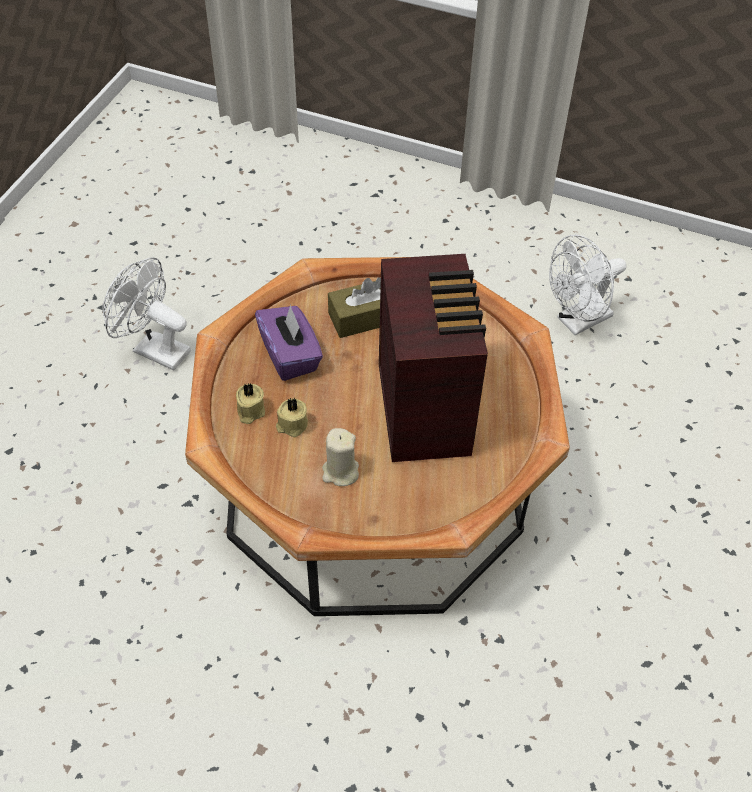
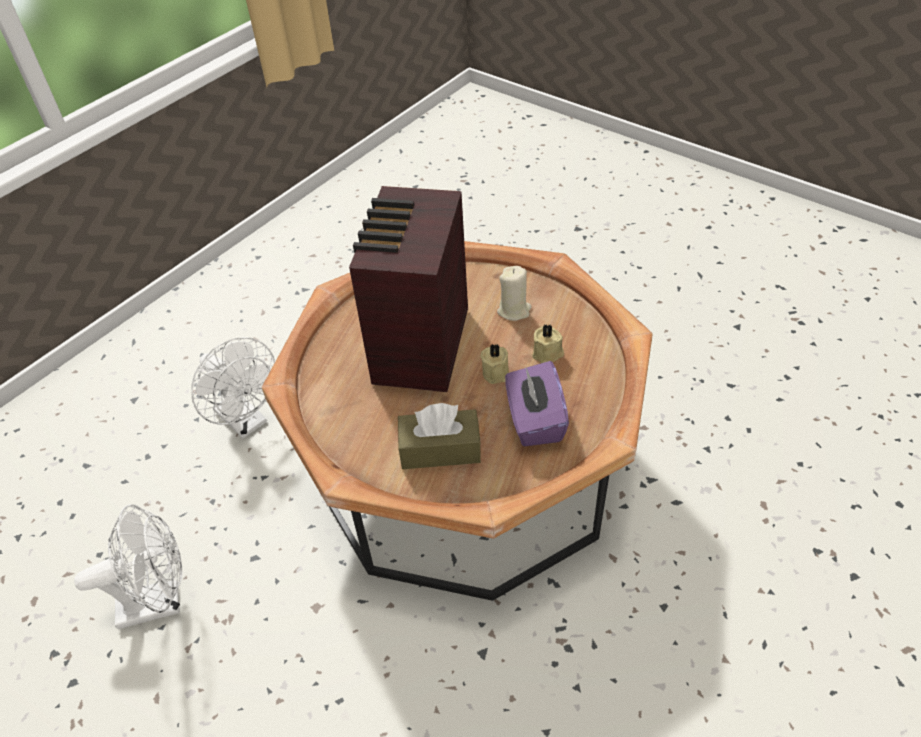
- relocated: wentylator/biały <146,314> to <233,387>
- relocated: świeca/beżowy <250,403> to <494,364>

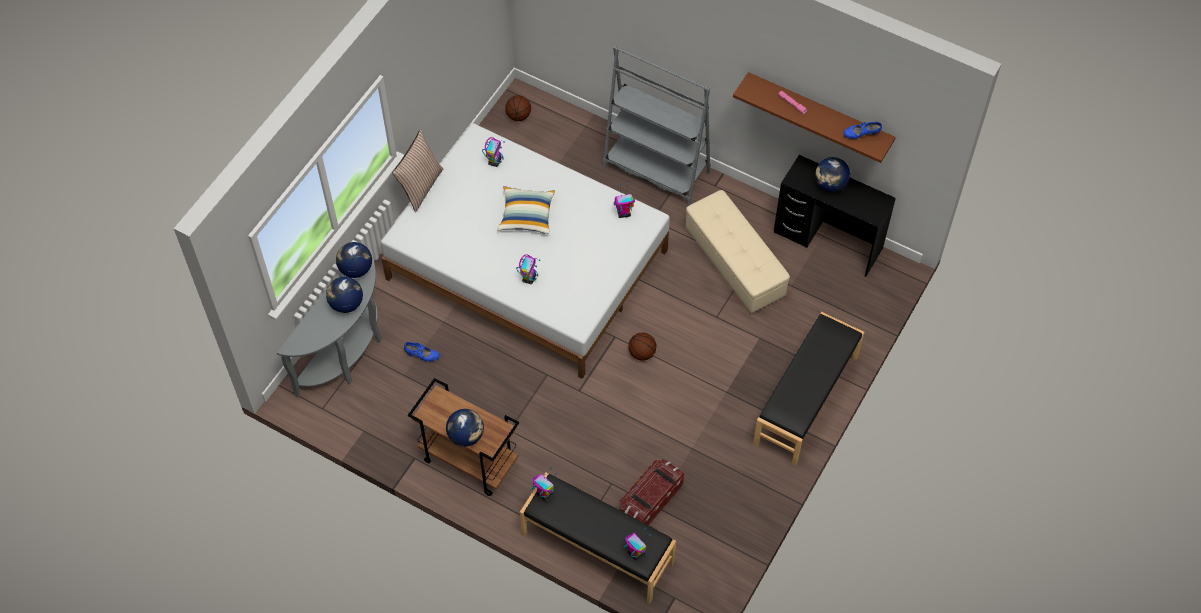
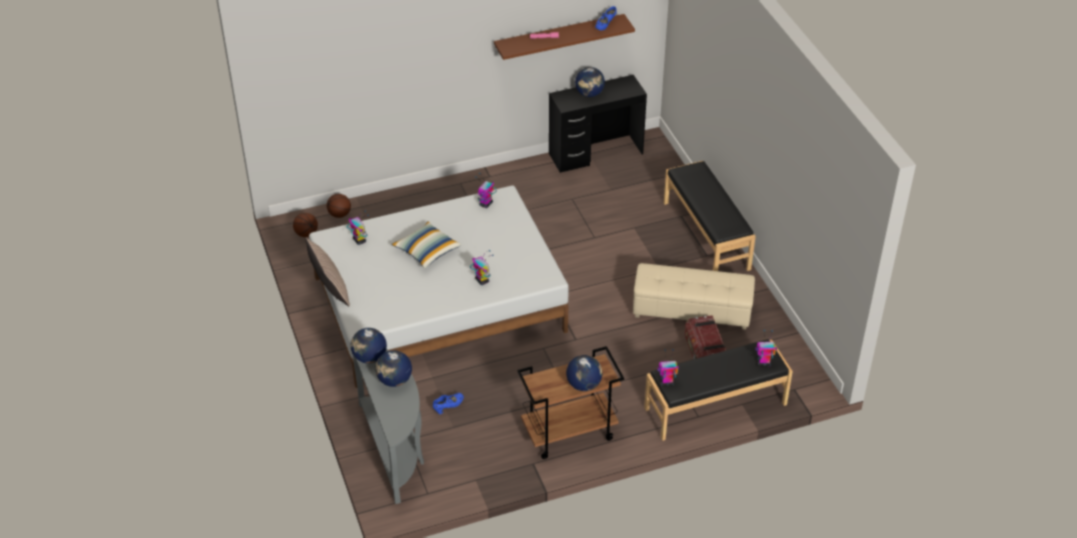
- missing: regał/szary <657,126>
- relocated: pufa/beżowy <738,252> to <694,296>
- relocated: piłka do koszykówki <642,346> to <339,206>

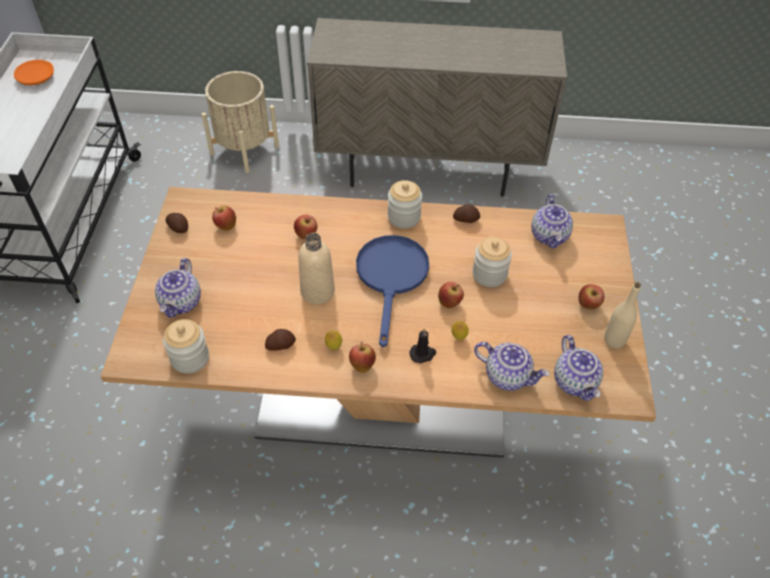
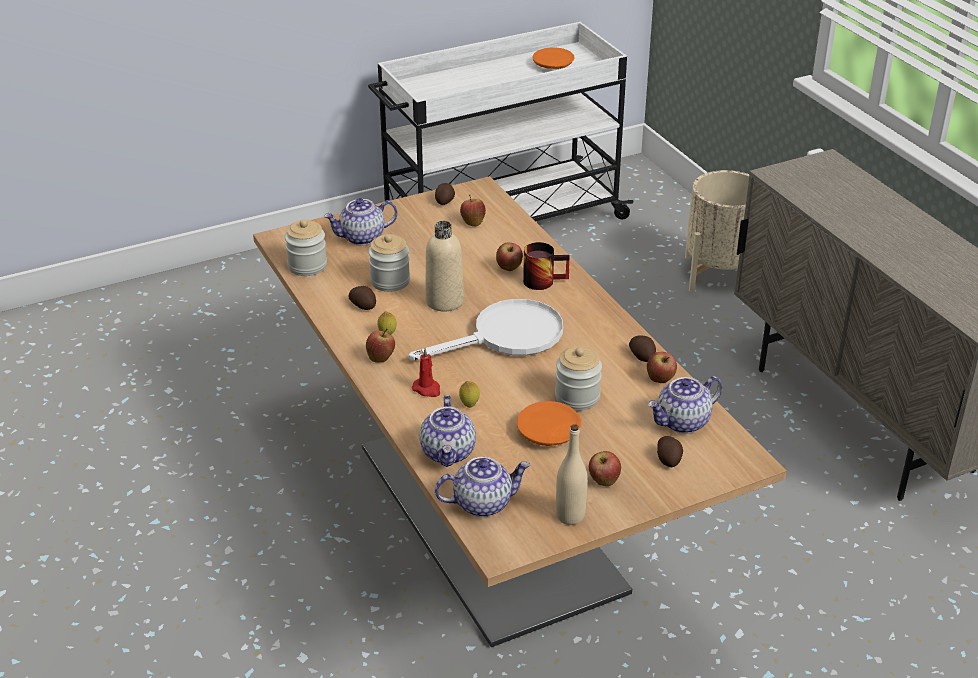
- relocated: słoik <405,204> to <389,263>
- colour: patelnia/niebieski <392,291> to patelnia/biały <486,329>
- relocated: jabłko <451,295> to <662,367>
- colour: świeca/czarny <422,346> to świeca/czerwony <426,372>
- spun: imbryk <578,368> = <483,487> 150 degrees counterclockwise
- appeared: kubek <546,266>
- appeared: talerz/pomarańczowy <549,423>
- appeared: ziemniak <670,451>

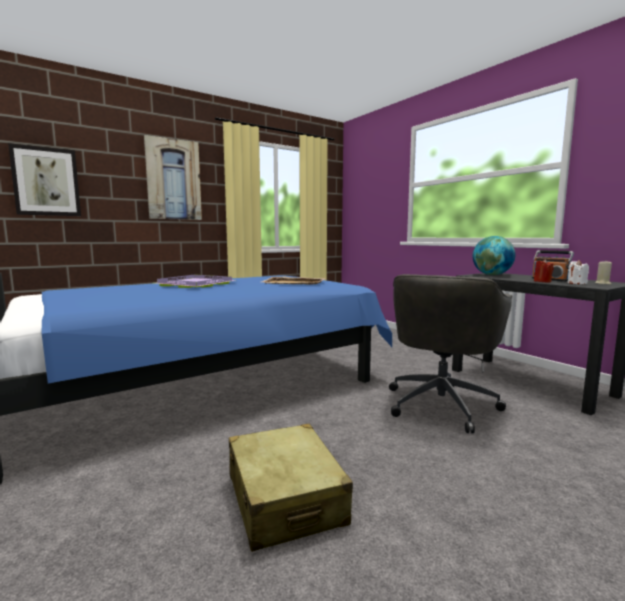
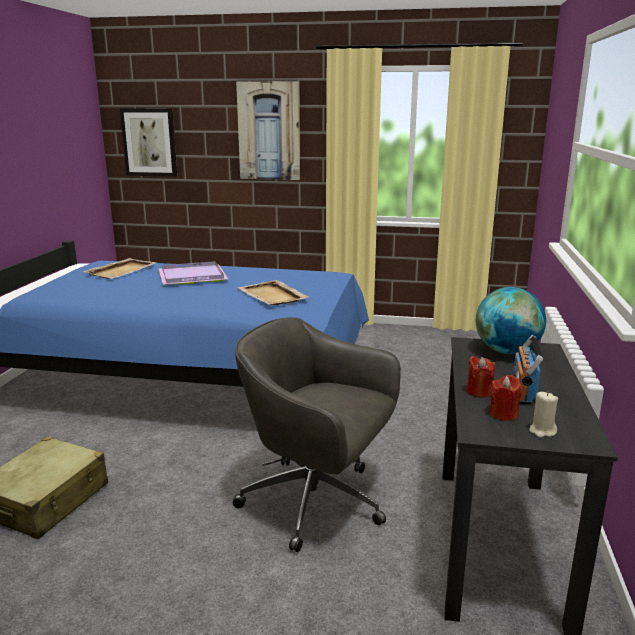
- colour: świeca/biały <578,272> to świeca/czerwony <506,398>
- spun: krzesło biurowe/szary <450,354> = <316,434> 45 degrees clockwise
- appeared: taca/beżowy <119,268>

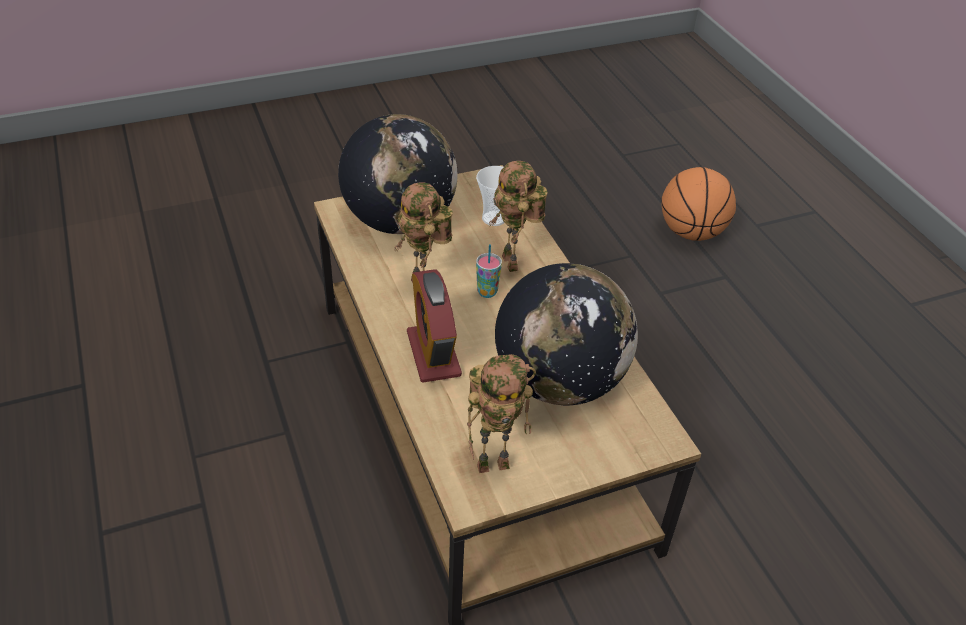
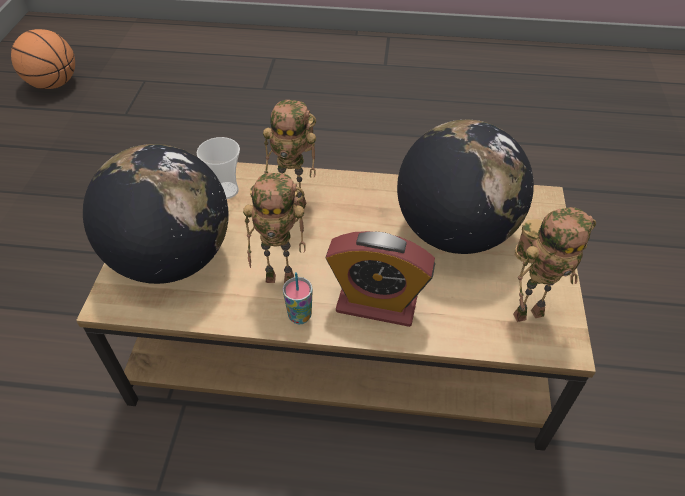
- relocated: piłka do koszykówki <698,204> to <43,59>
- relocated: filiżanka <489,271> to <298,298>
- spun: robot zabawkowy <501,413> = <554,264> 60 degrees clockwise

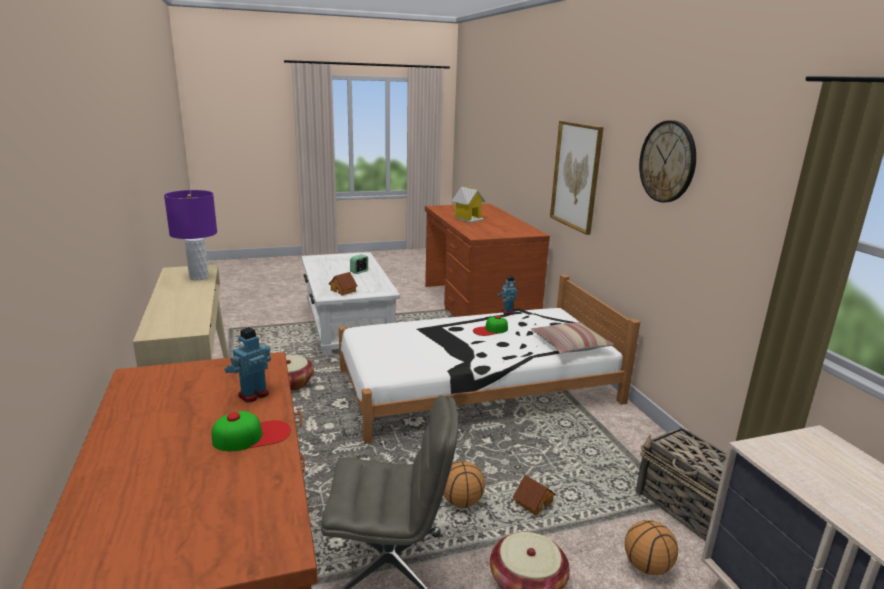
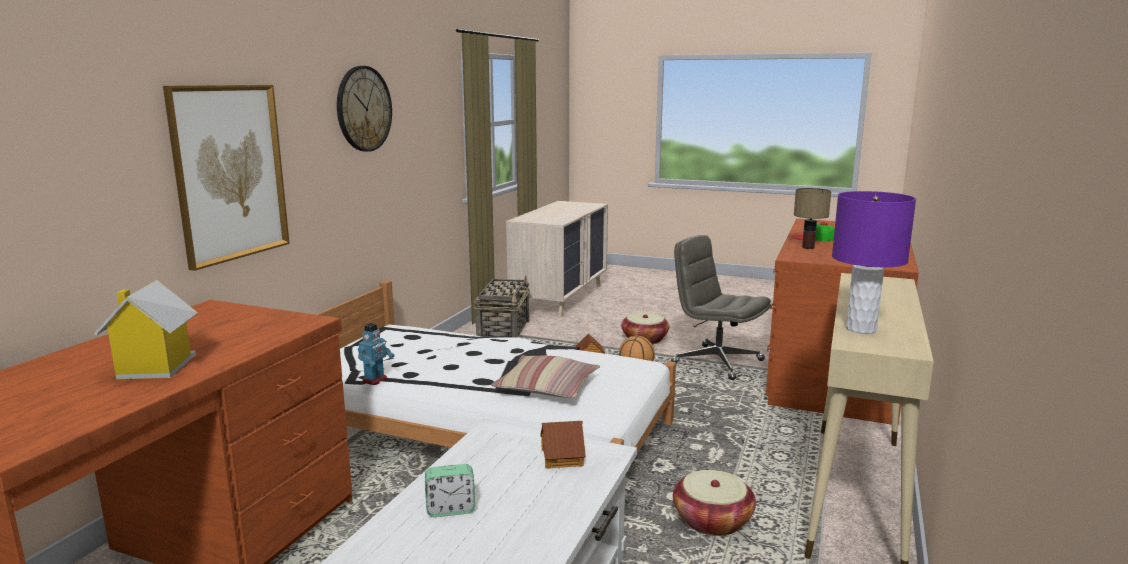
- missing: czapka z daszkiem <490,325>
- relocated: poduszka <572,337> to <545,376>
- exchanged: robot zabawkowy <248,365> to lampa stołowa <812,218>
- missing: piłka do koszykówki <651,547>

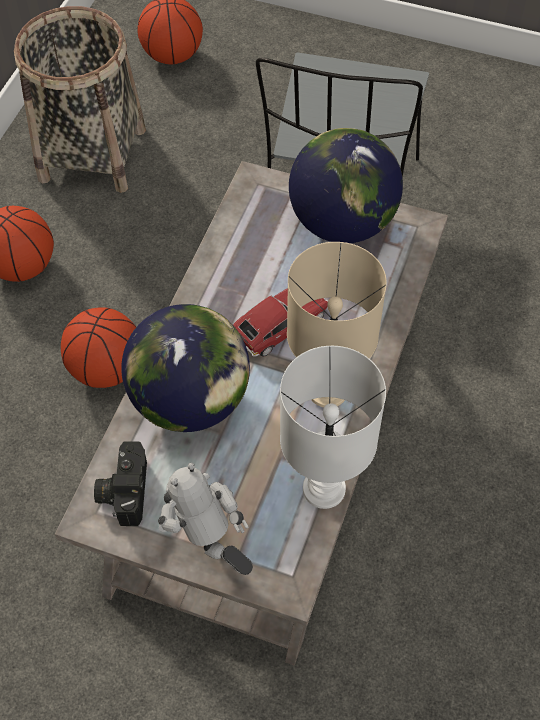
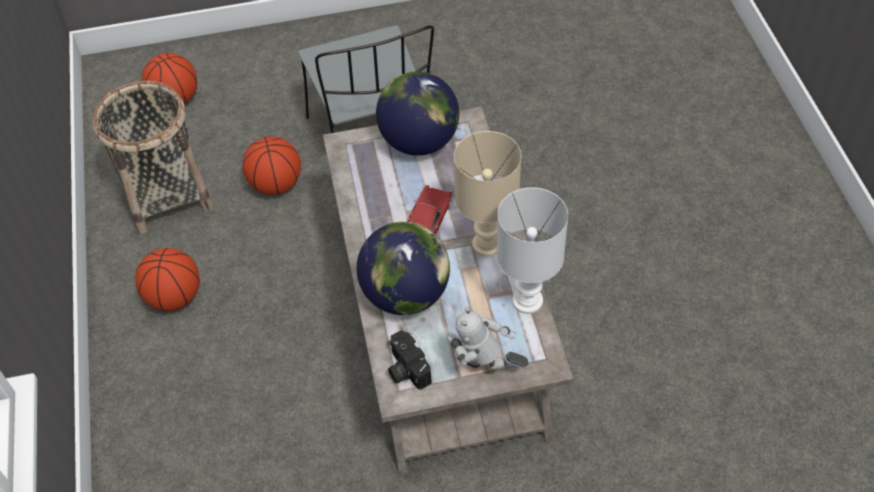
- relocated: piłka do koszykówki <98,347> to <271,166>

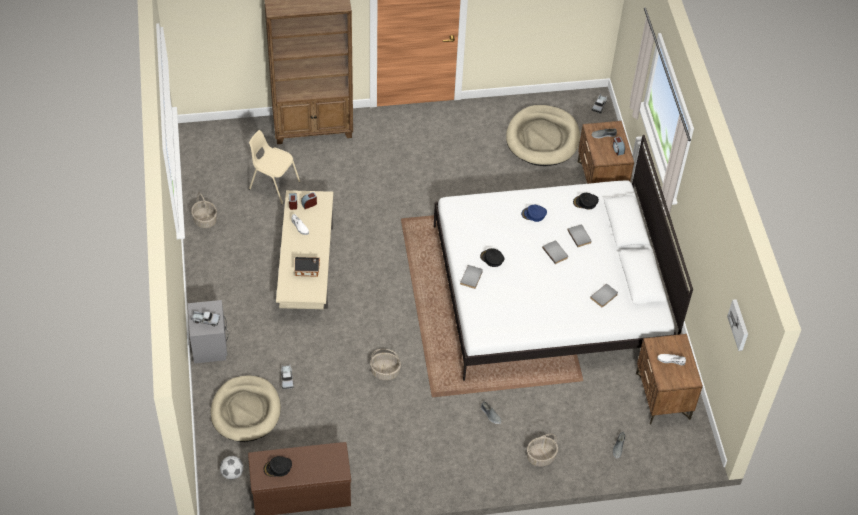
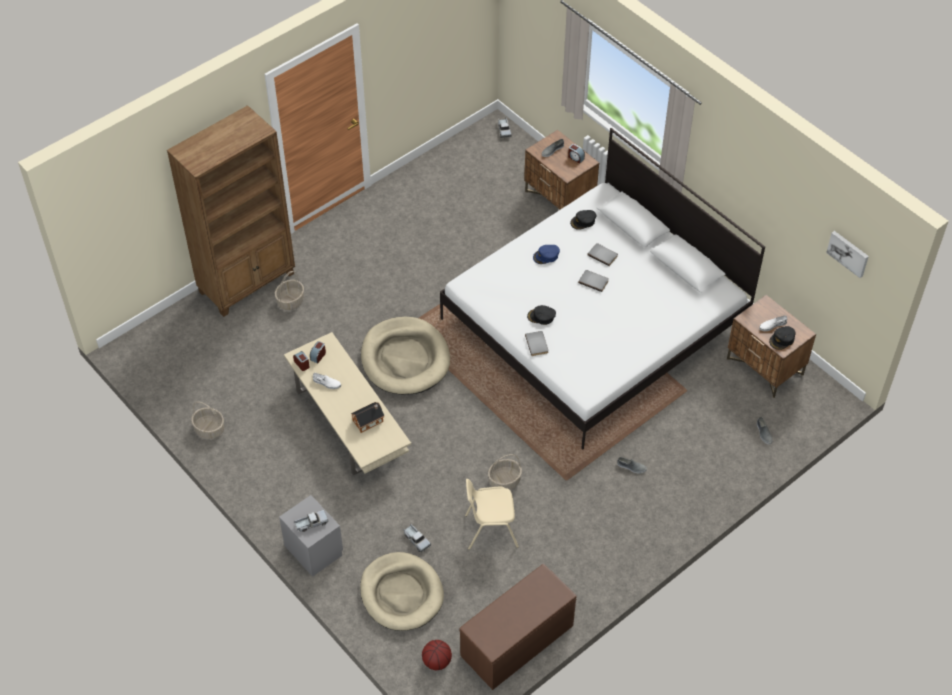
- relocated: legowisko/beżowy <543,135> to <405,356>
- relocated: krzesło/beżowy <274,167> to <492,514>
- missing: książka/szary <604,295>
- relocated: koszyk <542,450> to <289,290>
- exchanged: piłka futbolowa <232,468> to piłka do koszykówki <437,655>
- relocated: czapka z daszkiem/czarny <278,466> to <782,338>

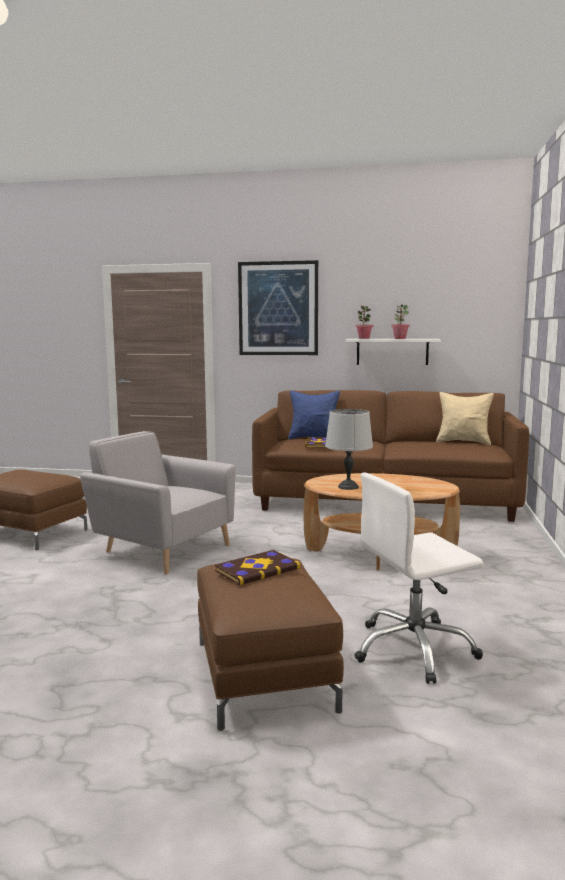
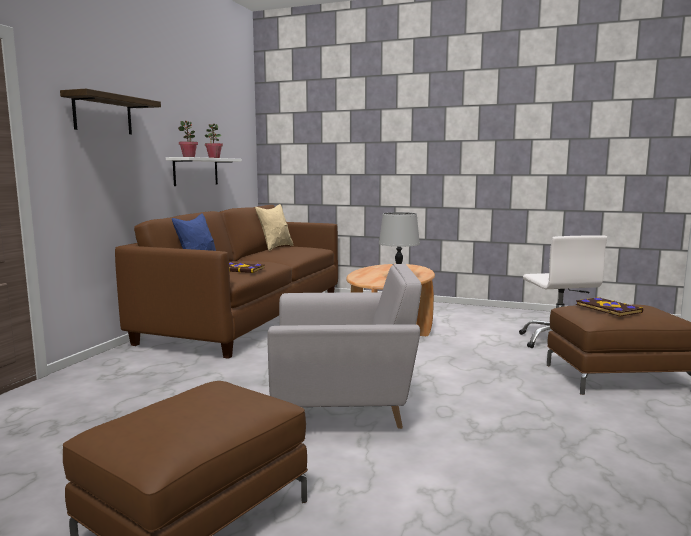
- exchanged: obraz <278,307> to półka <110,111>
- spun: fotel/szary <157,503> = <344,346> 135 degrees counterclockwise

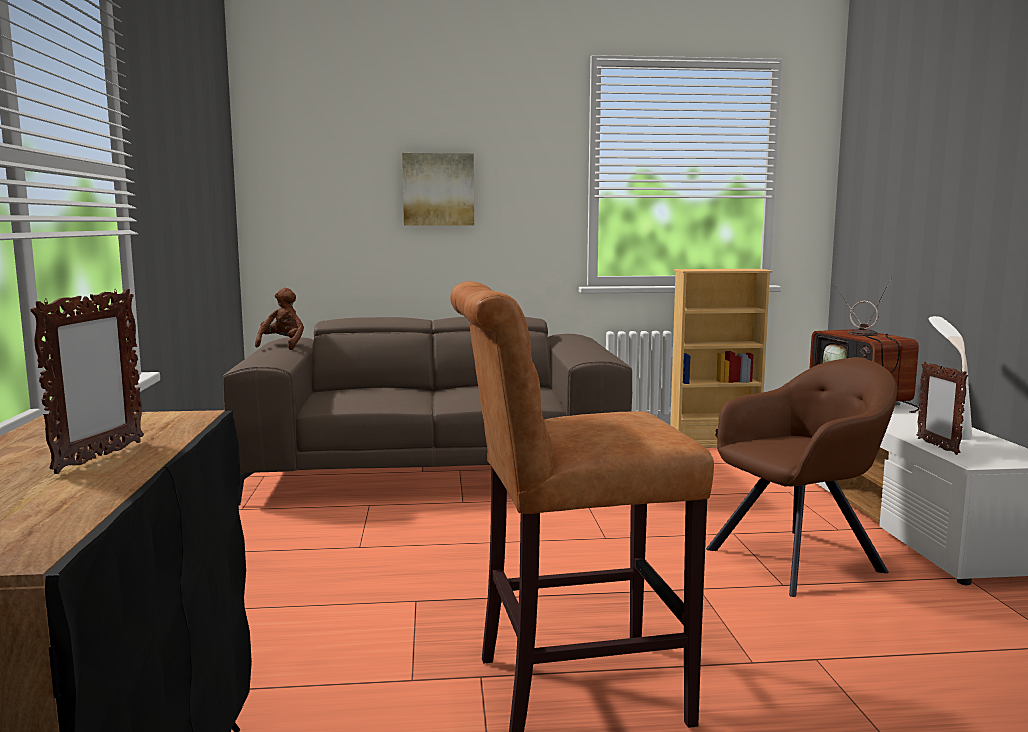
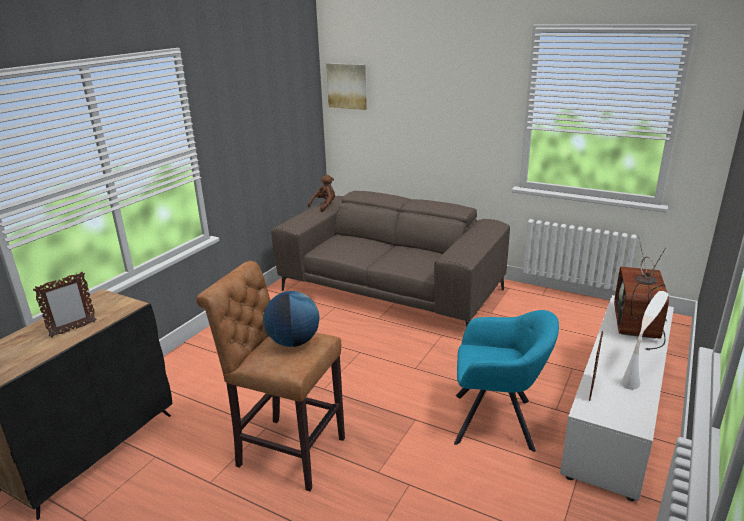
- relocated: obraz <438,189> to <346,86>
- missing: regał/beżowy <721,358>
- colour: fotel/brązowy <802,477> to fotel/turkusowy <506,381>
- appeared: globus <291,319>

